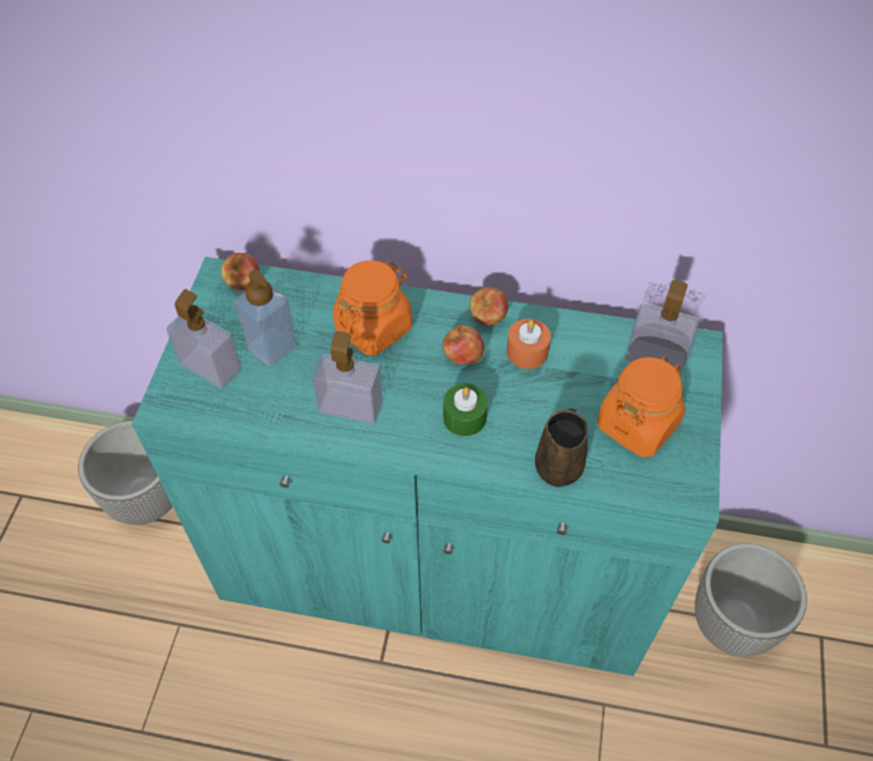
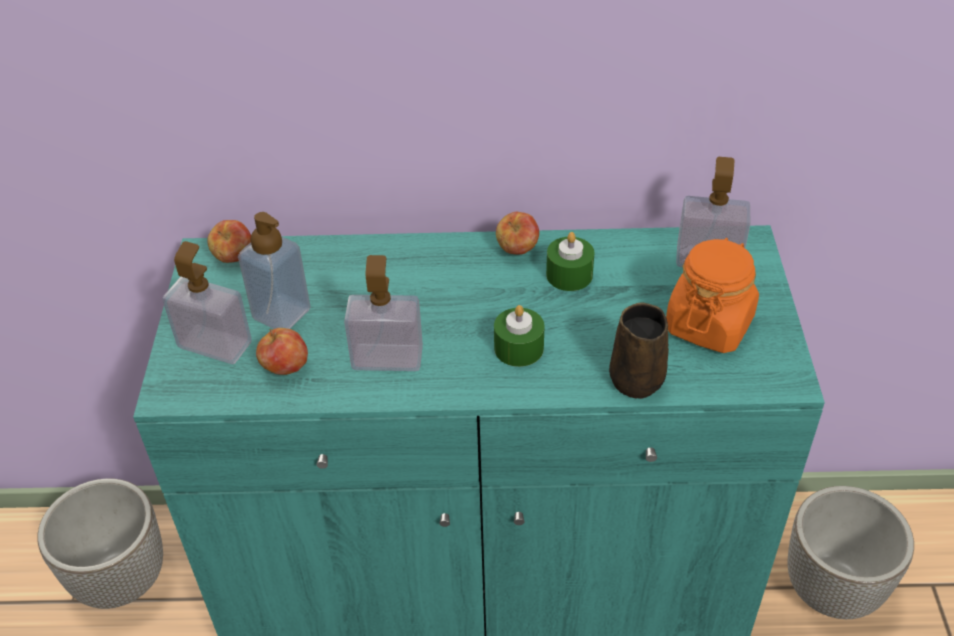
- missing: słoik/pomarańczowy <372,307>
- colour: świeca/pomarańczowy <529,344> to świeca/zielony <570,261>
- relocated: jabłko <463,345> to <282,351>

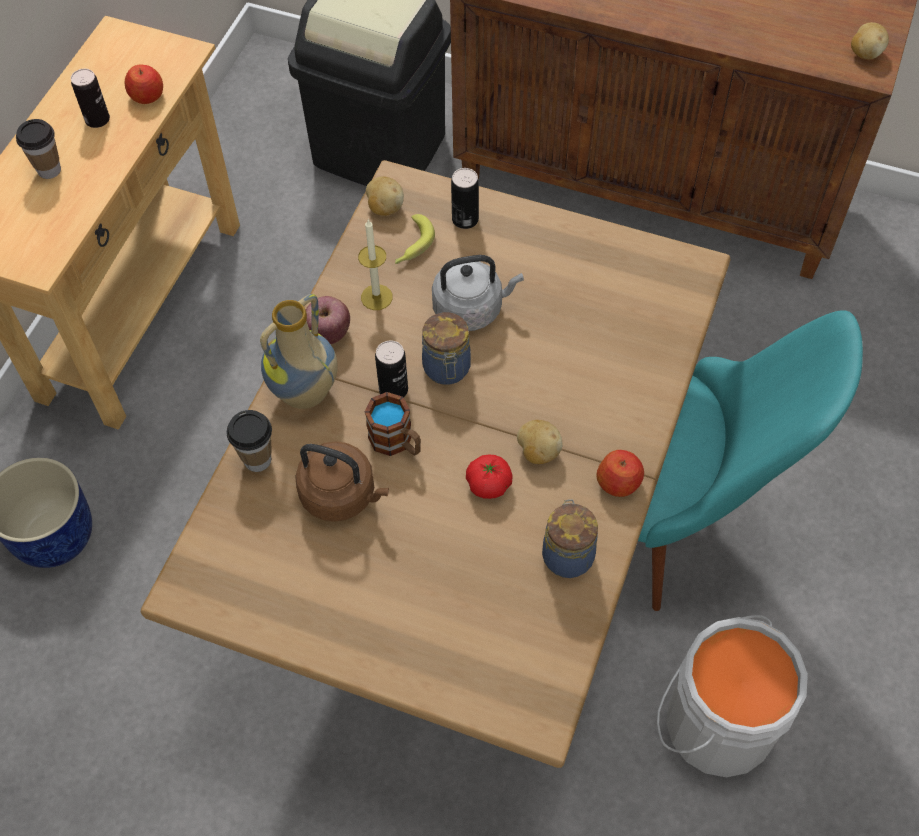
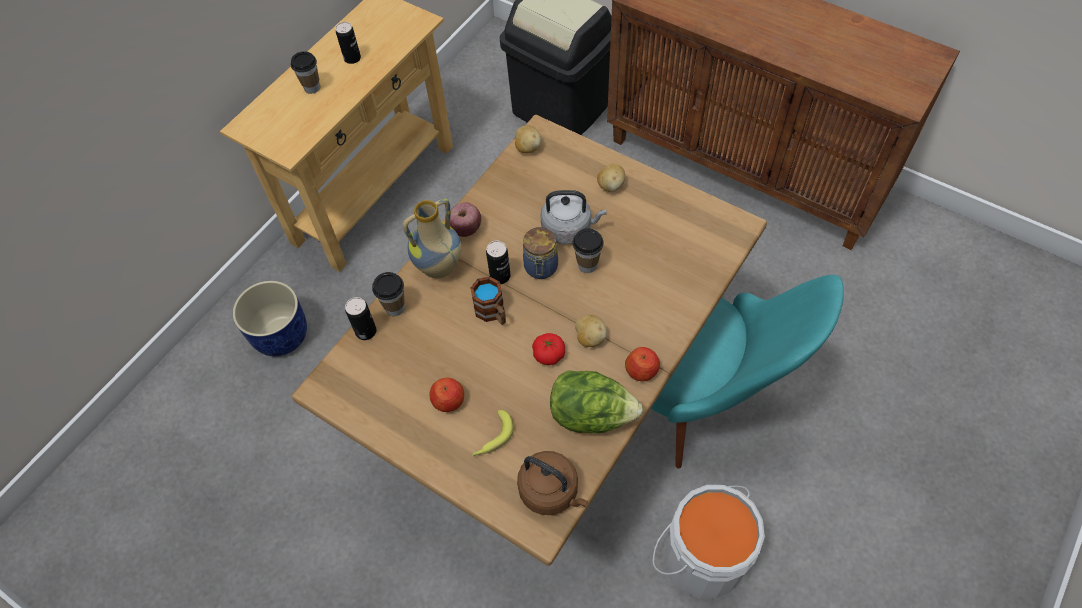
- relocated: ziemniak <870,40> to <611,177>
- relocated: jabłko <144,84> to <446,394>
- relocated: puszka <465,198> to <360,318>
- relocated: banan <415,239> to <493,433>
- missing: świeca <375,265>
- relocated: czajnik/brązowy <342,481> to <552,483>
- exchanged: słoik <570,538> to sałata <596,401>
- appeared: filiżanka <588,250>

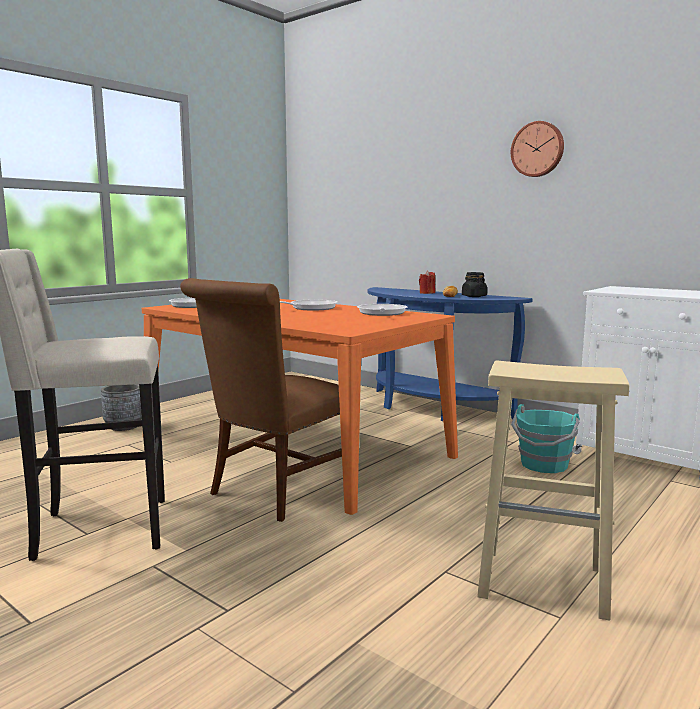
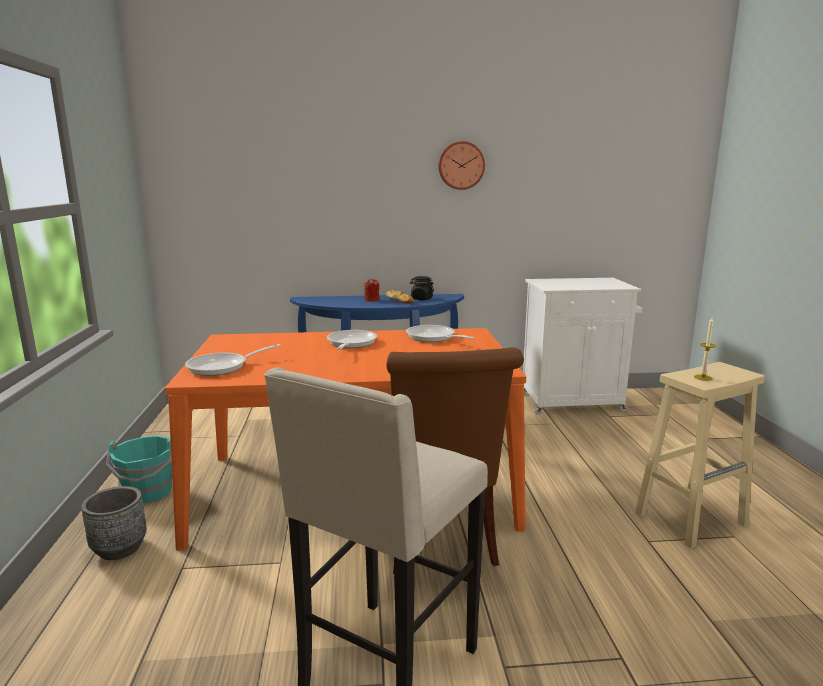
- relocated: wiadro/turkusowy <545,438> to <139,469>
- appeared: świeca <705,349>

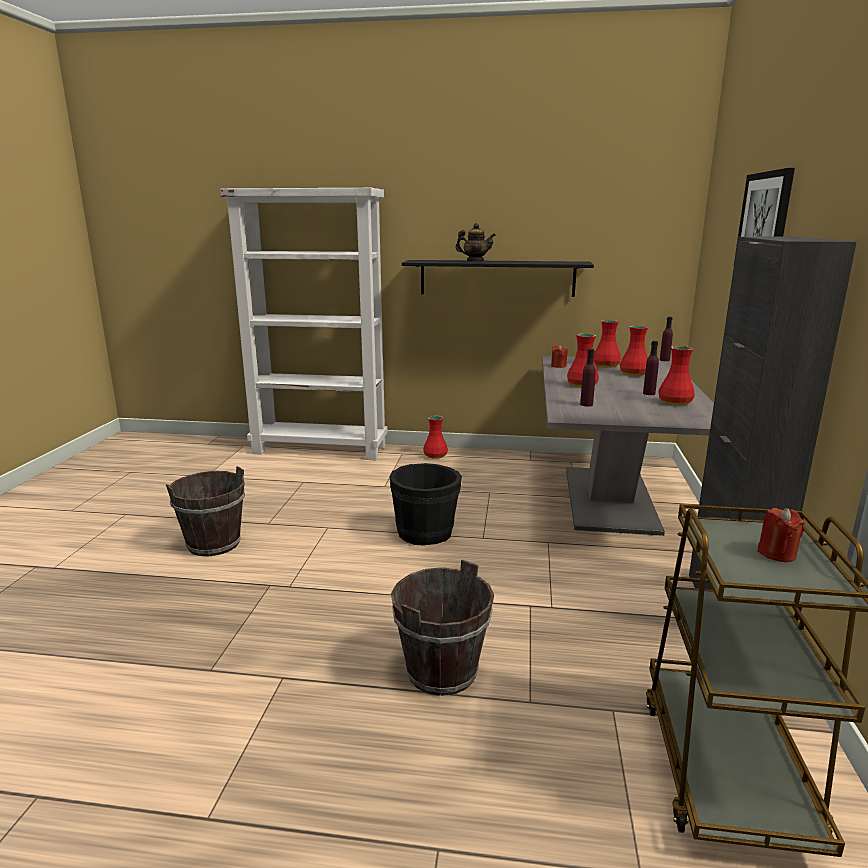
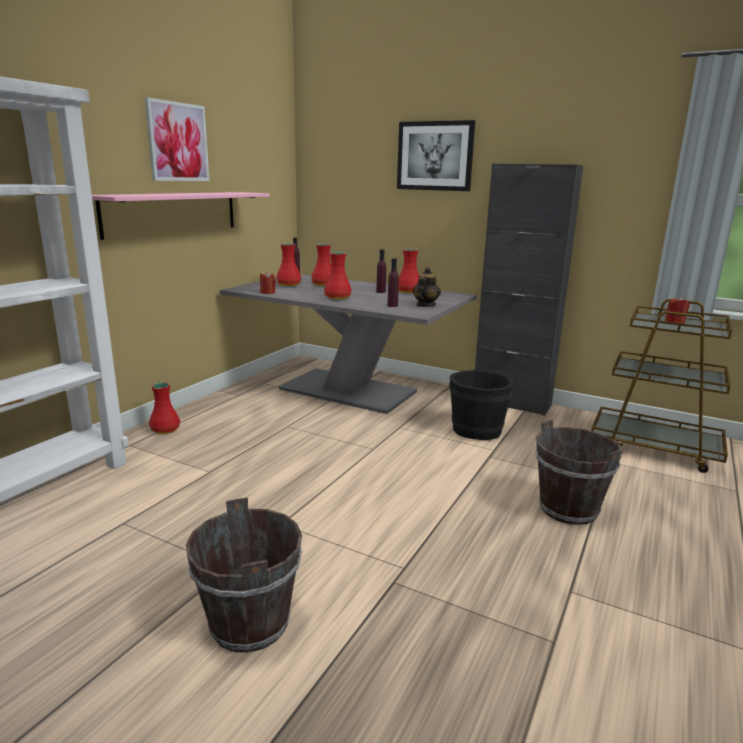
- relocated: imbryk <475,242> to <427,287>
- colour: półka/czarny <498,278> to półka/różowy <181,216>
- relocated: wiadro/czarny <425,504> to <481,405>
- appeared: obraz <177,139>

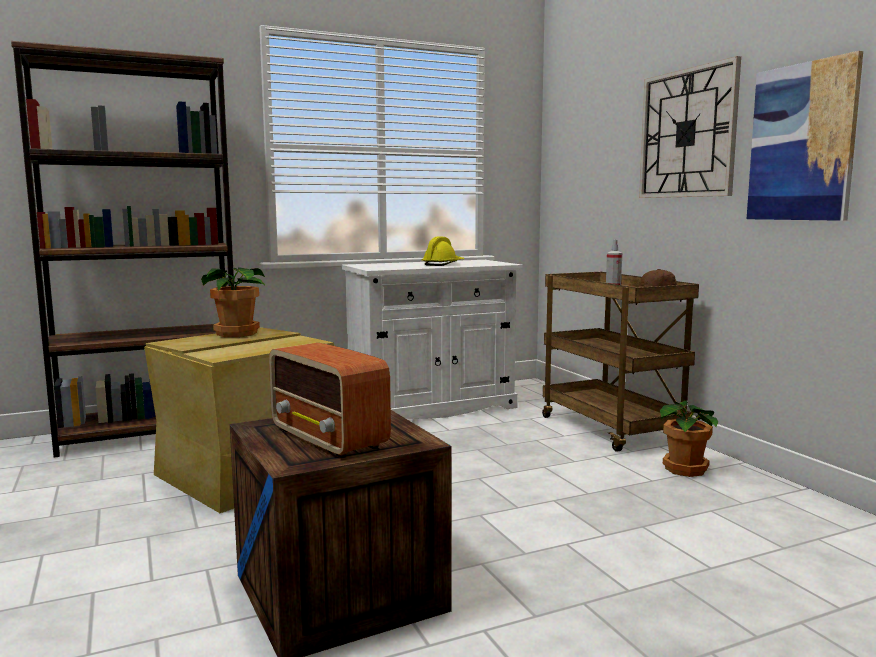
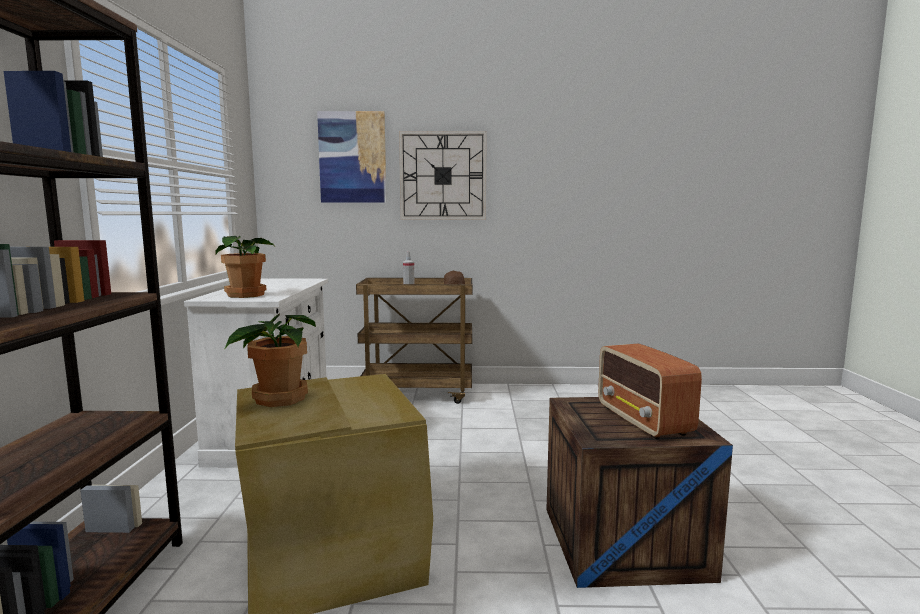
- relocated: obraz <805,136> to <352,157>
- missing: kask/żółty <442,251>
- spun: radio <330,400> = <650,391> 90 degrees clockwise
- relocated: roślina doniczkowa <689,438> to <245,267>

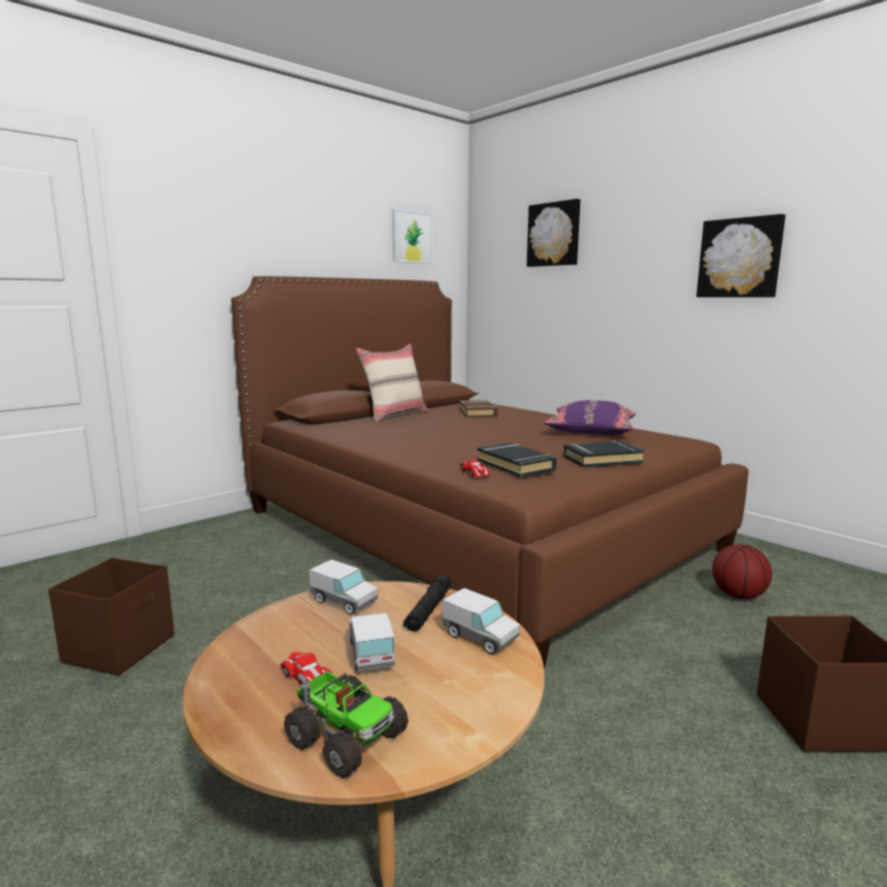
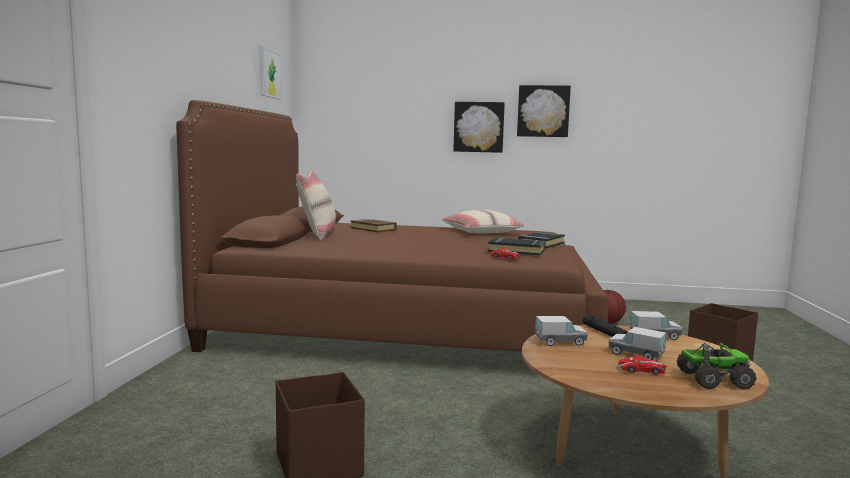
- relocated: obraz <553,233> to <479,127>
- colour: poduszka/fioletowy <590,417> to poduszka/beżowy <483,222>

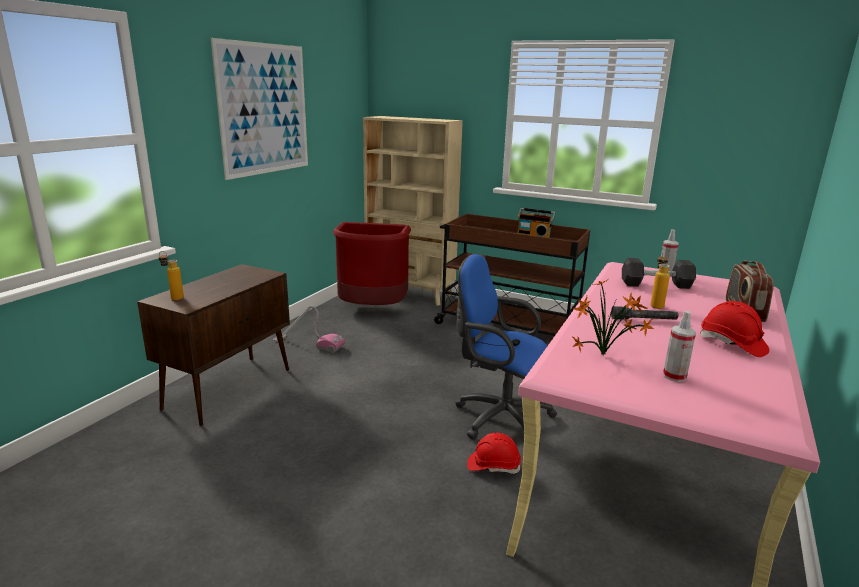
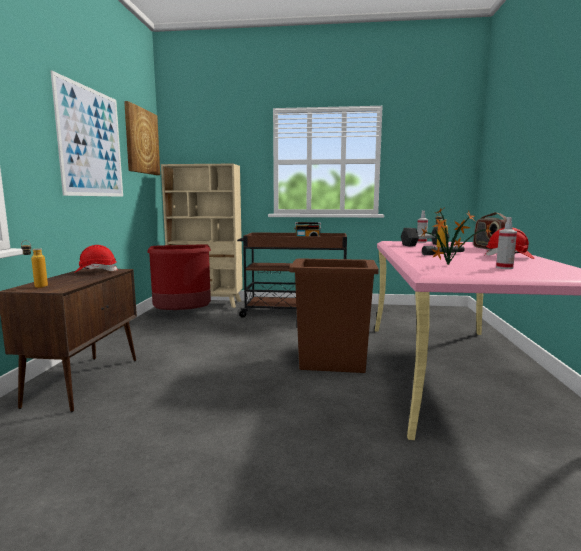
- exchanged: krzesło biurowe/niebieski <506,349> to kosz na śmieci/brązowy <334,316>
- missing: odkurzacz <309,329>
- relocated: kask/czerwony <494,453> to <95,259>
- appeared: obraz <142,138>

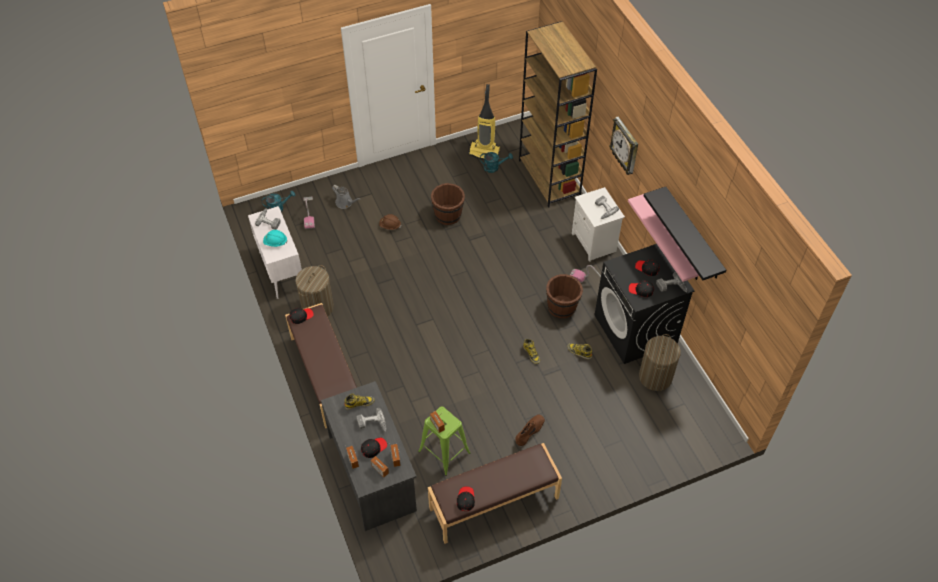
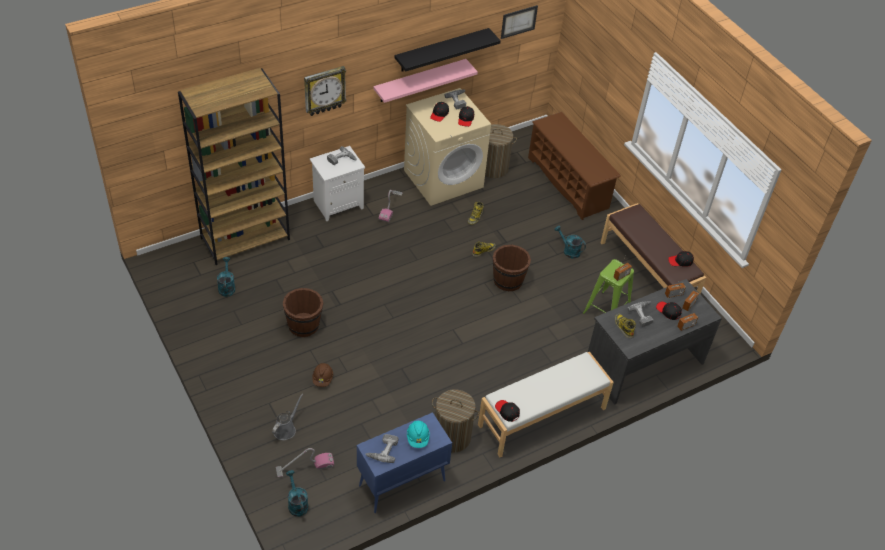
- missing: odkurzacz <484,122>
- colour: szafka/biały <275,252> to szafka/niebieski <404,462>
- colour: pralka/czarny <645,304> to pralka/beżowy <447,147>
- relocated: wiadro/brązowy <564,296> to <512,267>
- colour: ławka/brązowy <321,365> to ławka/biały <546,405>
- exchanged: but z cholewką/brązowy <530,430> to konewka/turkusowy <570,241>
- appeared: obraz <519,22>
- appeared: regał na buty/brązowy <574,166>

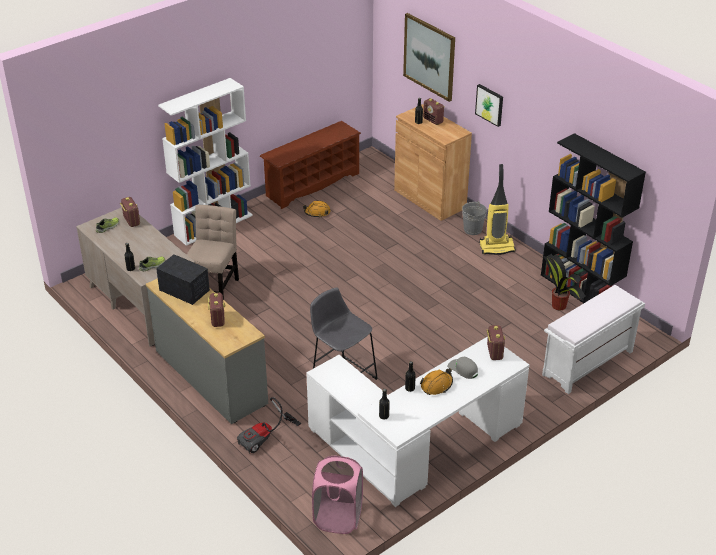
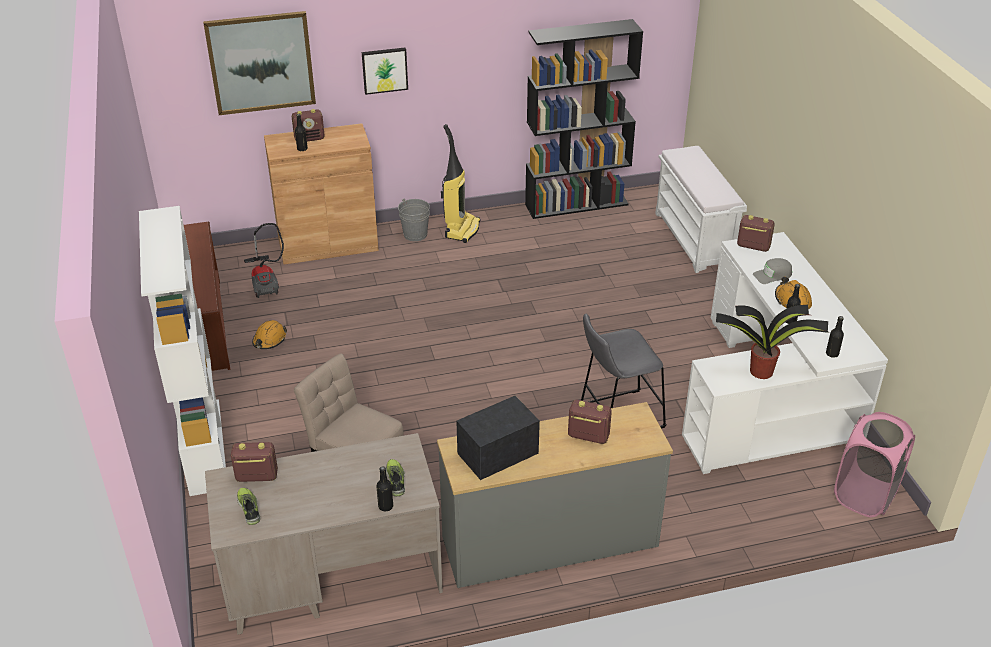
- relocated: roślina doniczkowa <564,282> to <772,342>
- relocated: odkurzacz <269,425> to <264,260>

